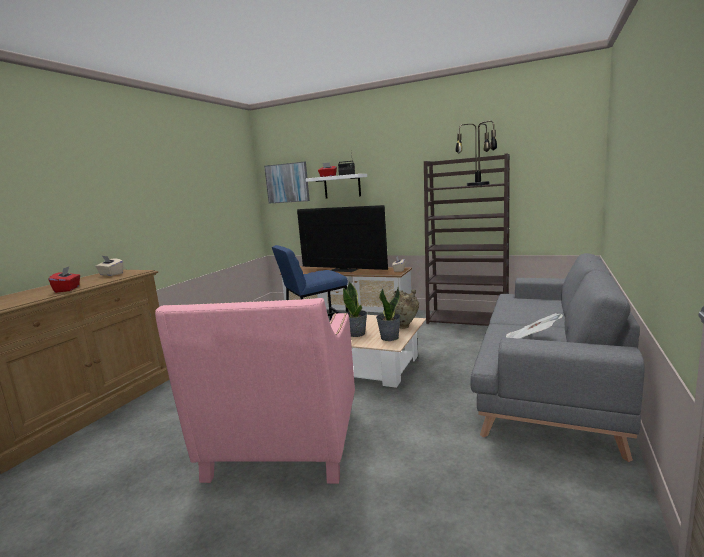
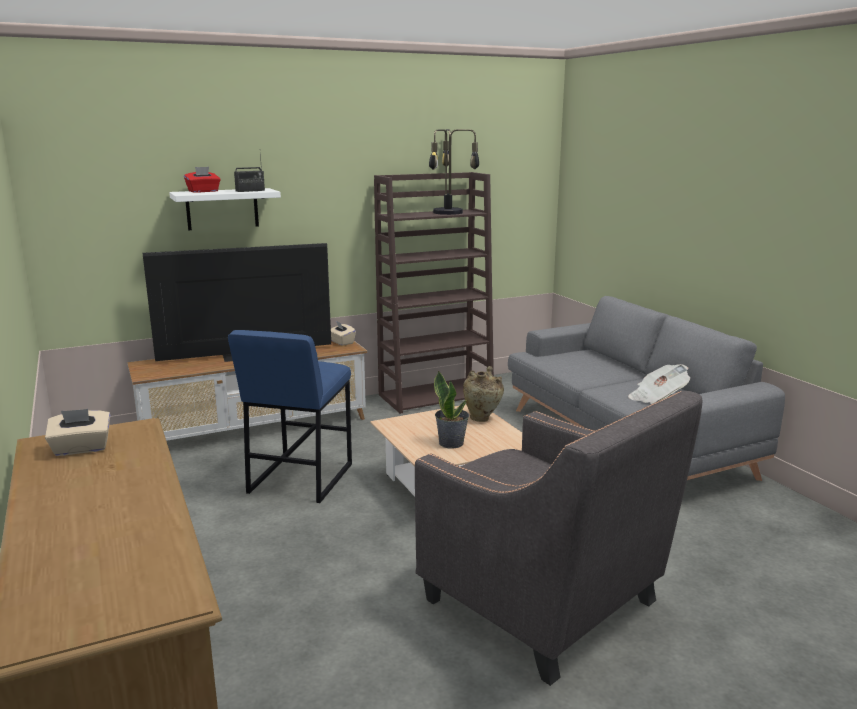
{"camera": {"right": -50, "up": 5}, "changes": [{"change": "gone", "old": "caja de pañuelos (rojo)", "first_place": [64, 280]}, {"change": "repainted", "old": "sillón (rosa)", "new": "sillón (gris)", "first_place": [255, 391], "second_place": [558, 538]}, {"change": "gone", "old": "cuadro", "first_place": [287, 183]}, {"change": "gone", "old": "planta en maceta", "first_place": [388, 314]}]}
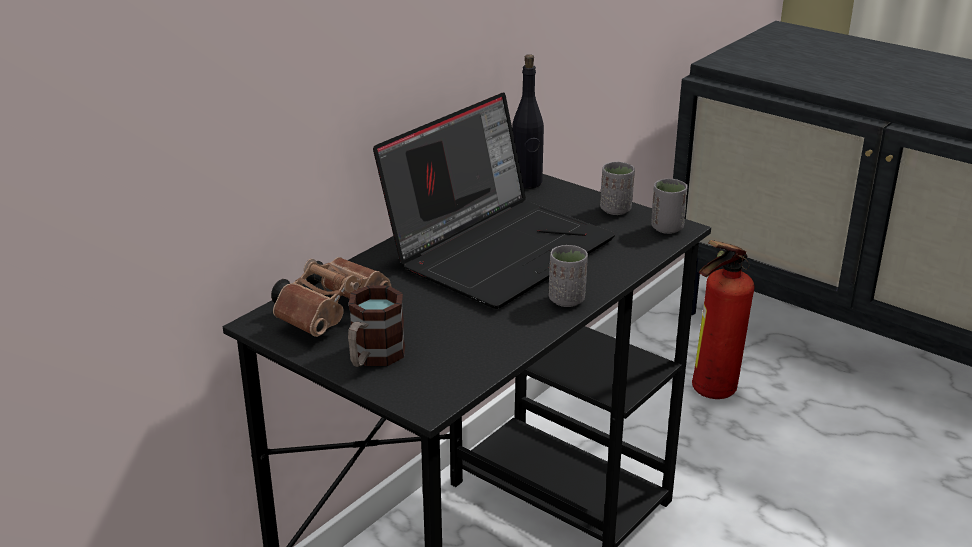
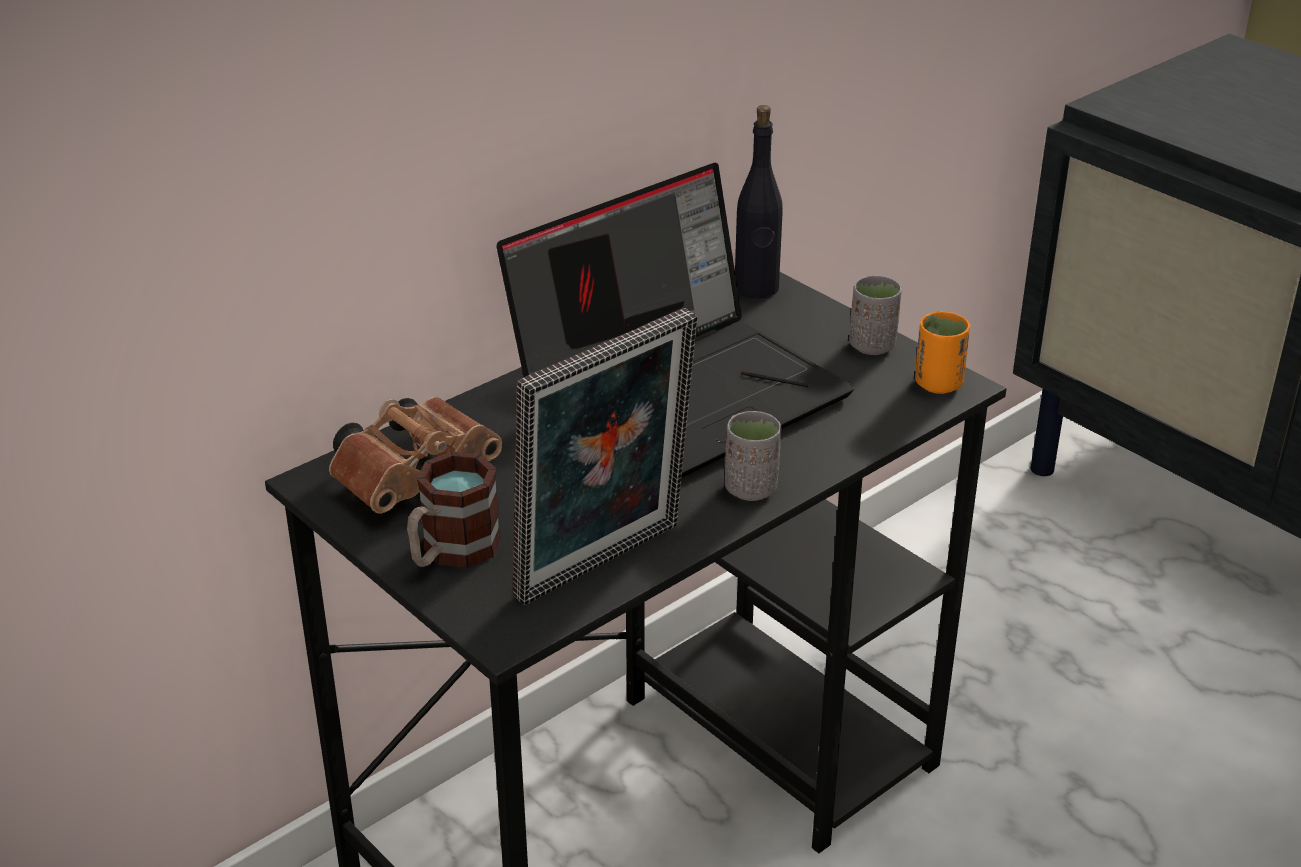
{"camera": {"right": 10, "up": 5}, "changes": [{"change": "repainted", "old": "taza (gris)", "new": "taza (naranja)", "first_place": [669, 206], "second_place": [943, 352]}, {"change": "gone", "old": "extintor", "first_place": [723, 319]}, {"change": "new", "new": "portarretratos", "second_place": [605, 456]}]}
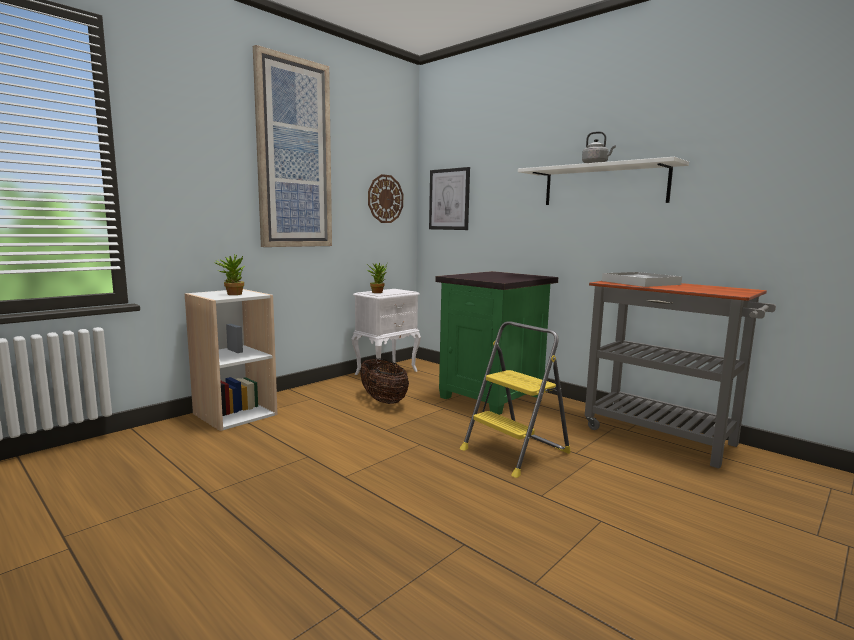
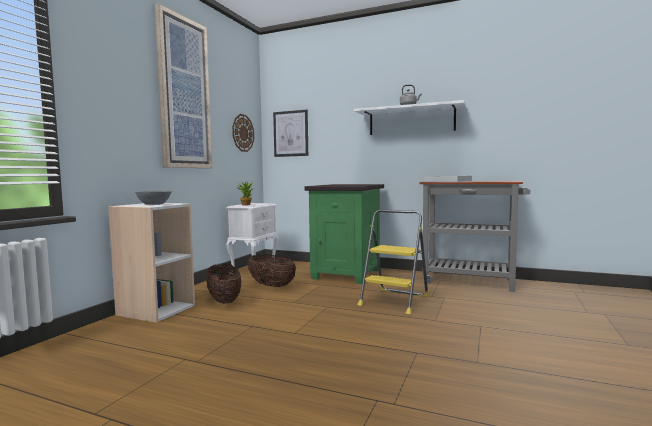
{"camera": {"right": -20, "up": -5}, "changes": [{"change": "swapped", "old": "planta en maceta", "new": "cuenco (gris)", "first_place": [229, 274], "second_place": [153, 198]}, {"change": "new", "new": "cesta", "second_place": [224, 283]}]}
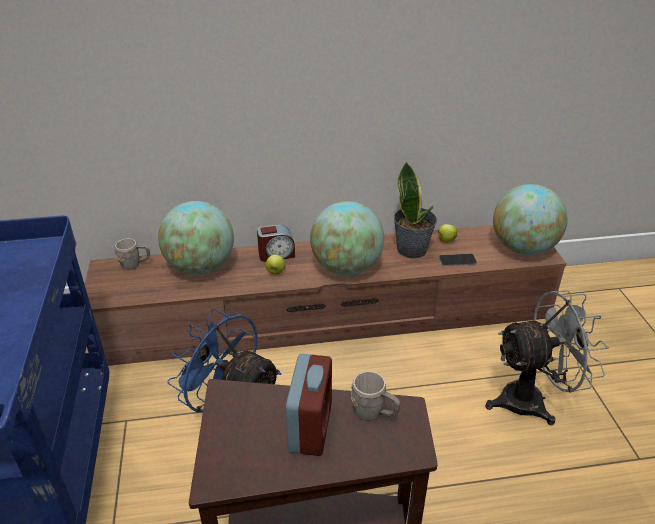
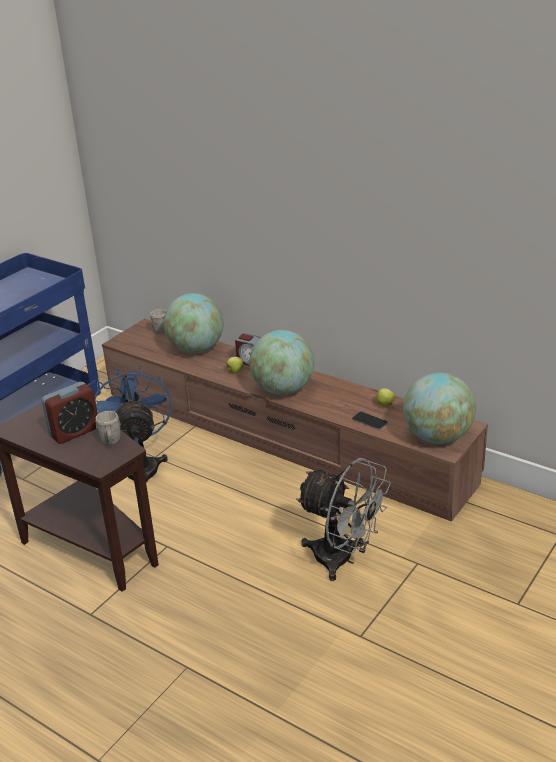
{"camera": {"right": 45, "up": -5}, "changes": [{"change": "gone", "old": "planta en maceta", "first_place": [415, 210]}]}
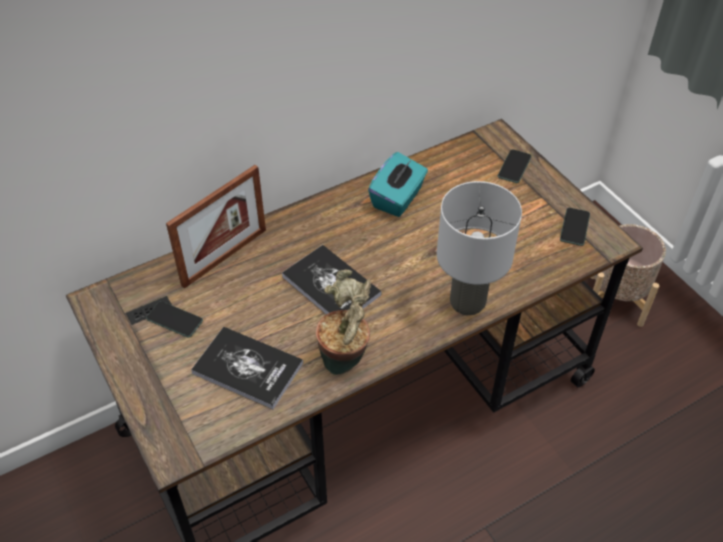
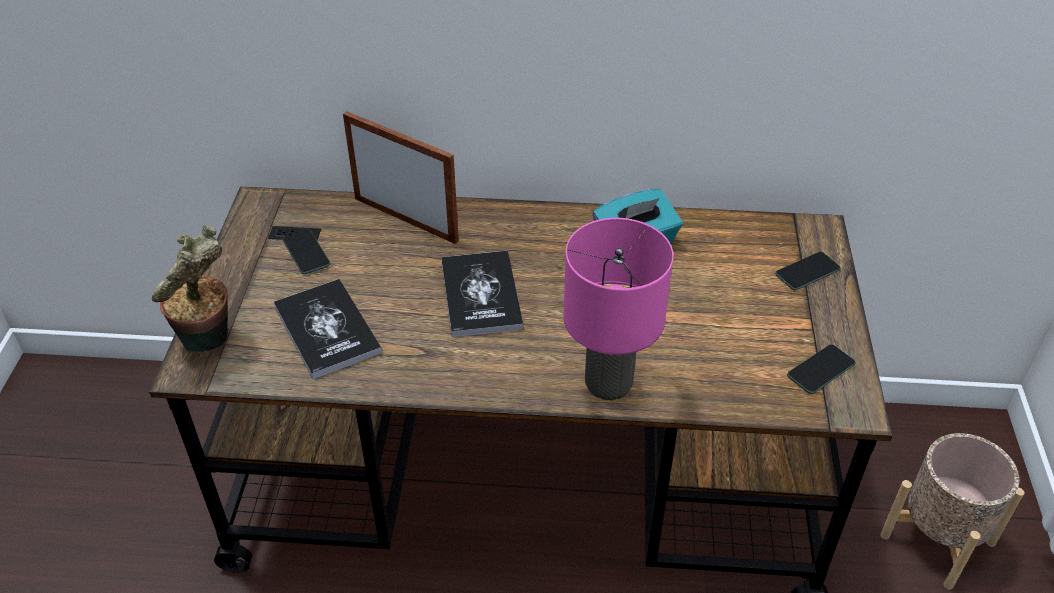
{"camera": {"right": 35, "up": -5}, "changes": [{"change": "rotated", "old": "portarretratos", "first_place": [216, 227], "second_place": [401, 177], "degrees": -135}, {"change": "shifted", "old": "planta en maceta", "first_place": [343, 322], "second_place": [190, 288]}, {"change": "repainted", "old": "lámpara de mesa (blanco)", "new": "lámpara de mesa (rosa)", "first_place": [479, 248], "second_place": [618, 309]}]}
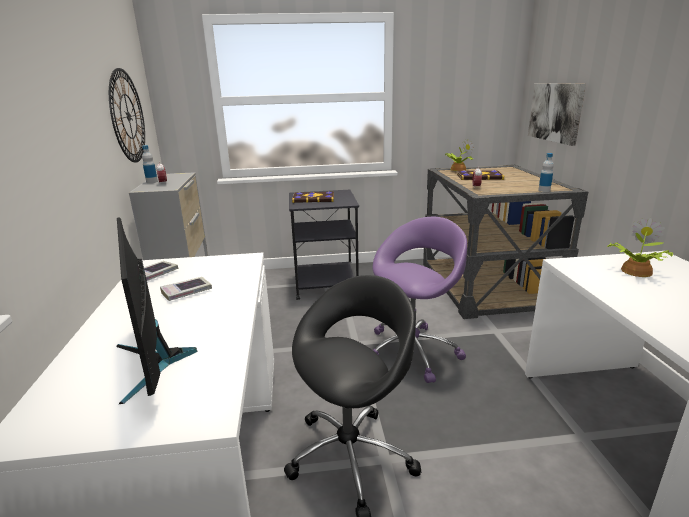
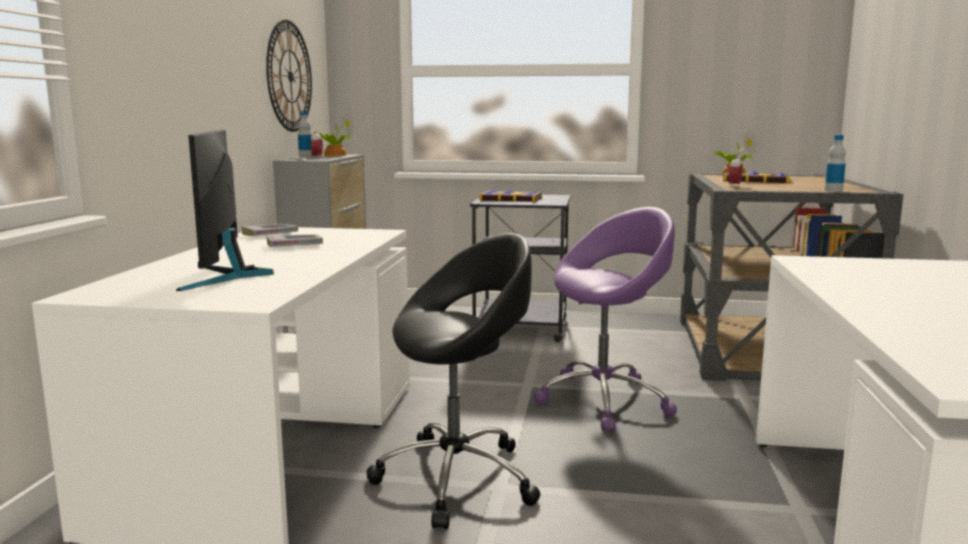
{"camera": {"right": 15, "up": -10}, "changes": [{"change": "gone", "old": "cuadro", "first_place": [557, 114]}, {"change": "shifted", "old": "planta en maceta", "first_place": [640, 247], "second_place": [333, 133]}]}
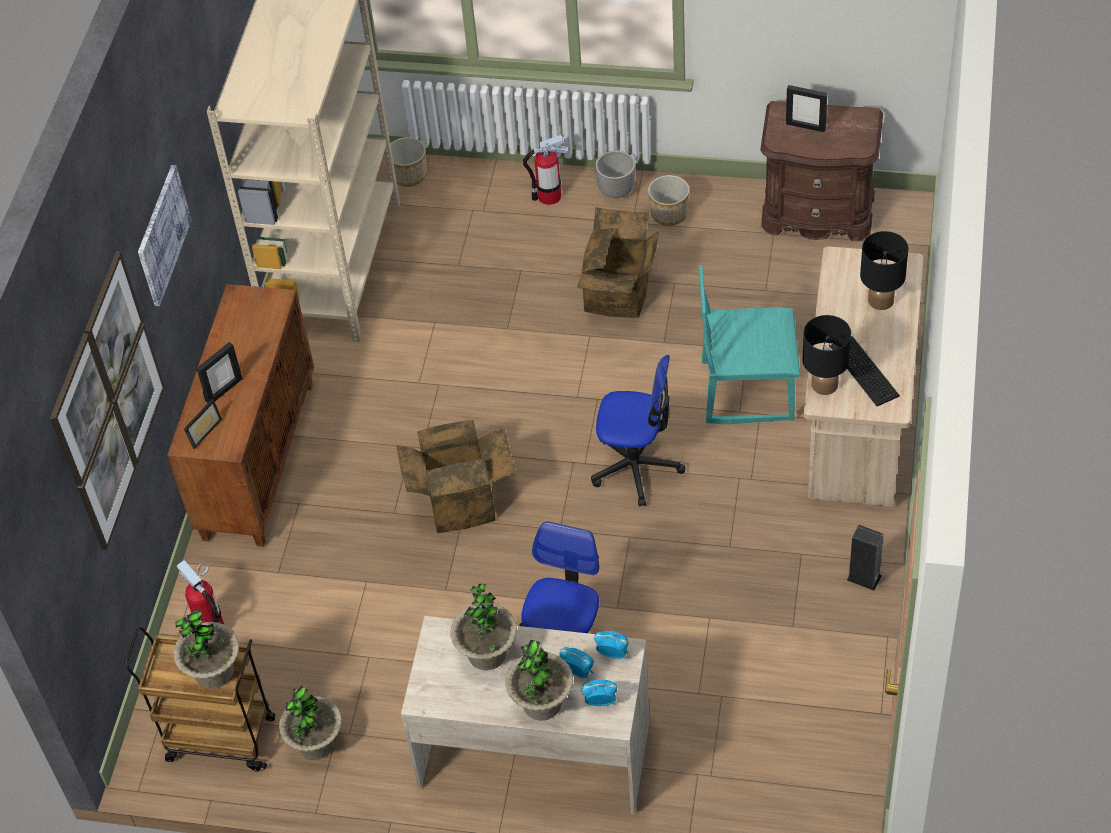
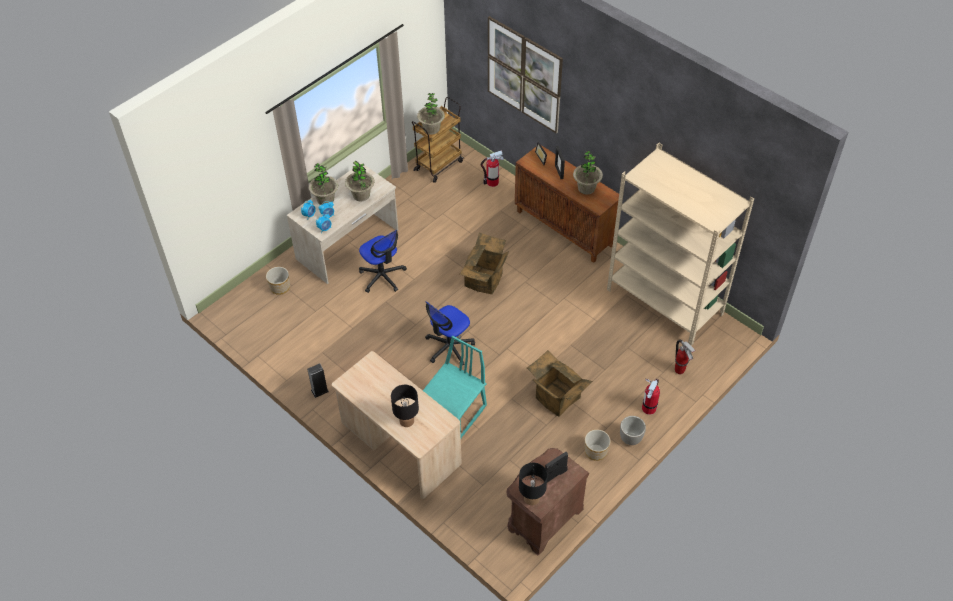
{"camera": {"right": 120, "up": 0}, "changes": [{"change": "gone", "old": "cuadro", "first_place": [165, 235]}, {"change": "shifted", "old": "planta en maceta", "first_place": [310, 722], "second_place": [588, 173]}, {"change": "shifted", "old": "maceta", "first_place": [407, 162], "second_place": [278, 281]}, {"change": "shifted", "old": "lámpara de mesa (negro)", "first_place": [826, 355], "second_place": [533, 484]}, {"change": "gone", "old": "teclado", "first_place": [865, 371]}, {"change": "new", "new": "extintor", "second_place": [685, 357]}]}
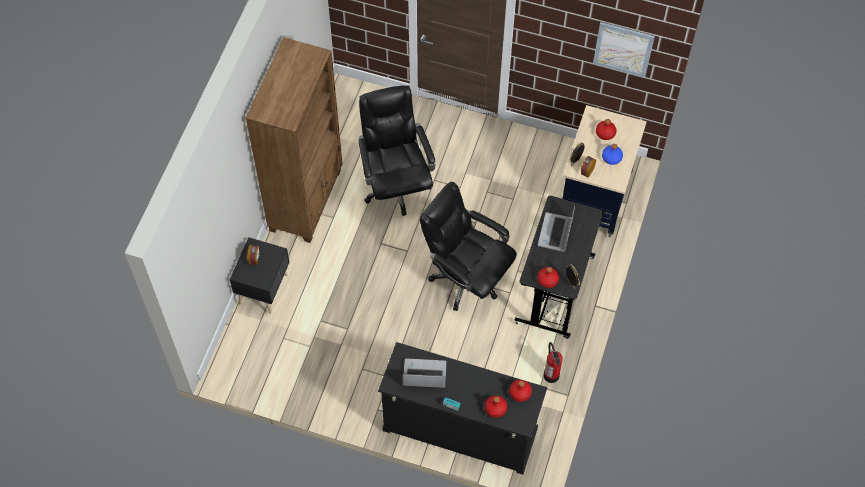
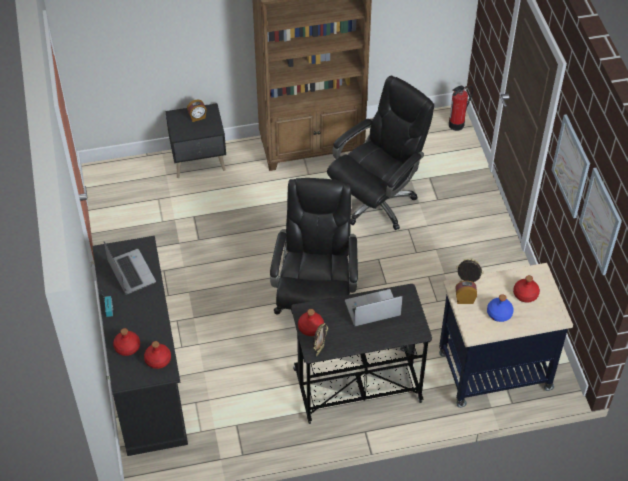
{"camera": {"right": 60, "up": -10}, "changes": [{"change": "shifted", "old": "extintor", "first_place": [553, 362], "second_place": [461, 108]}, {"change": "new", "new": "cuadro", "second_place": [571, 166]}]}
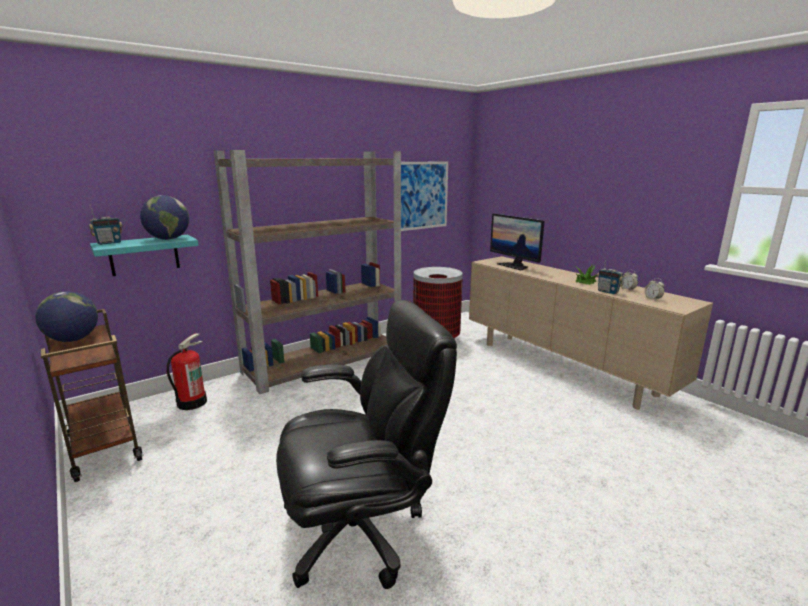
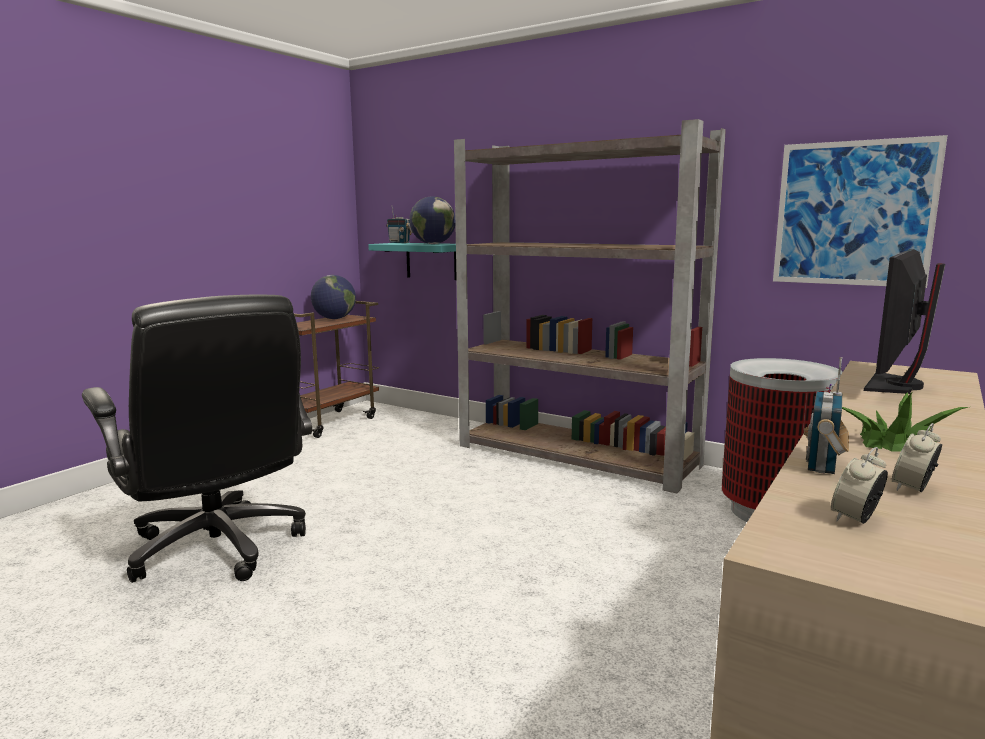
{"camera": {"right": 70, "up": -5}, "changes": [{"change": "gone", "old": "extintor", "first_place": [186, 371]}]}
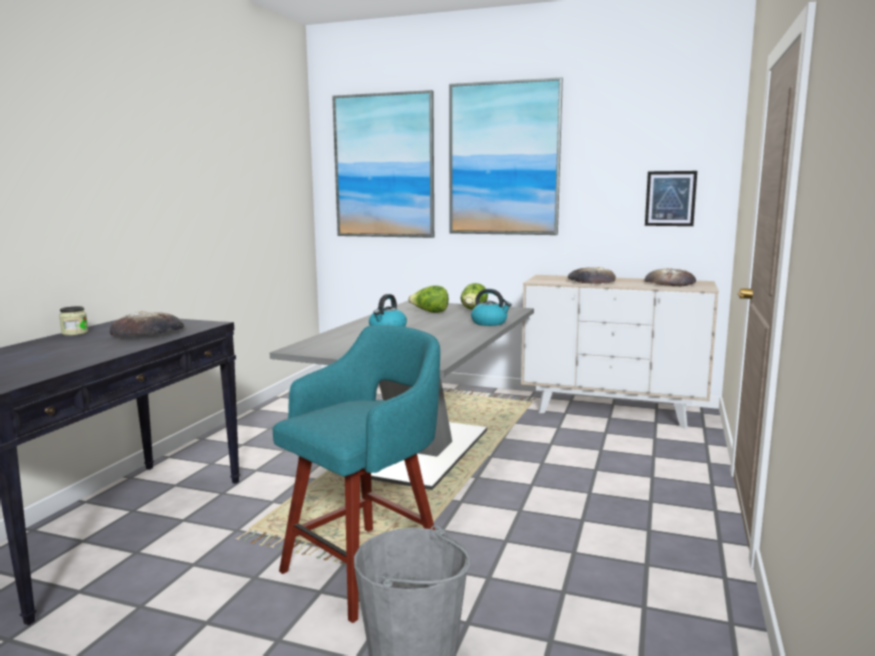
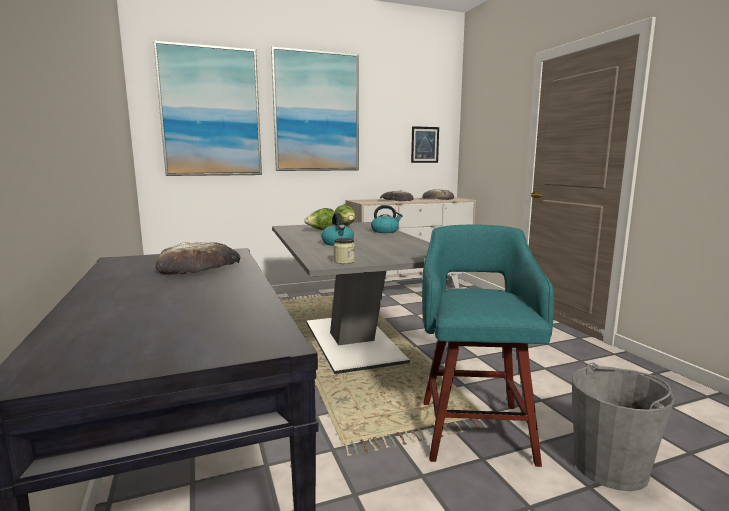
{"camera": {"right": -40, "up": 0}, "changes": [{"change": "shifted", "old": "tarro", "first_place": [73, 321], "second_place": [344, 251]}]}
